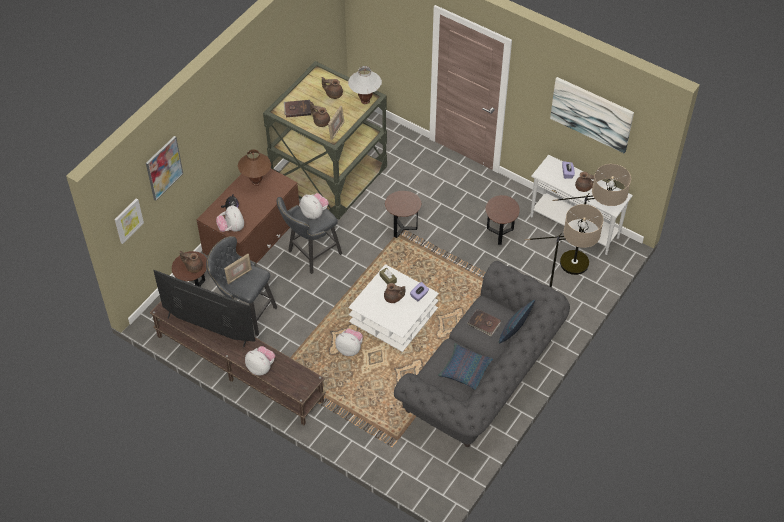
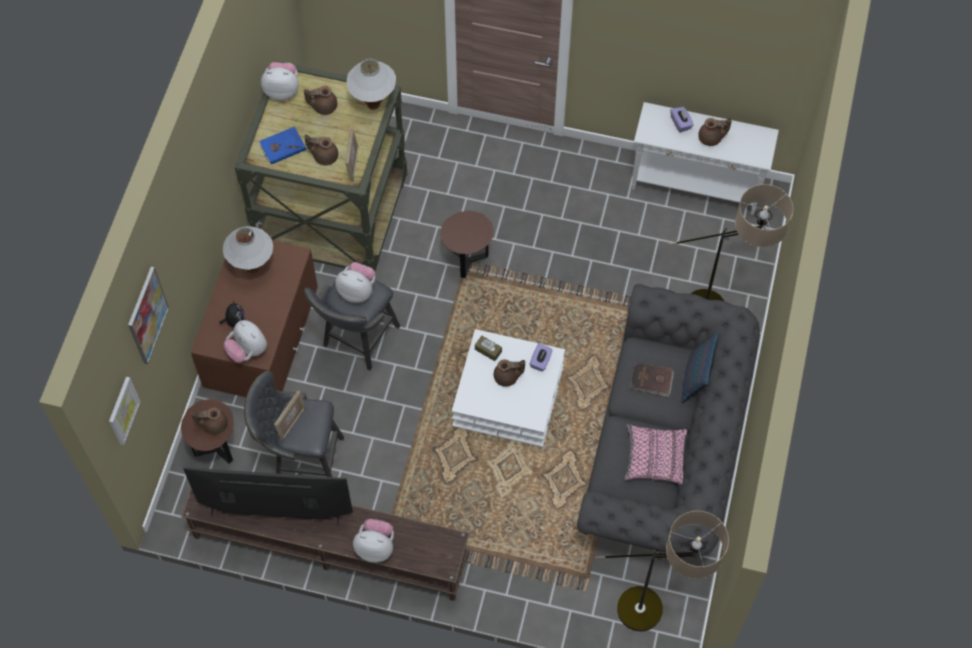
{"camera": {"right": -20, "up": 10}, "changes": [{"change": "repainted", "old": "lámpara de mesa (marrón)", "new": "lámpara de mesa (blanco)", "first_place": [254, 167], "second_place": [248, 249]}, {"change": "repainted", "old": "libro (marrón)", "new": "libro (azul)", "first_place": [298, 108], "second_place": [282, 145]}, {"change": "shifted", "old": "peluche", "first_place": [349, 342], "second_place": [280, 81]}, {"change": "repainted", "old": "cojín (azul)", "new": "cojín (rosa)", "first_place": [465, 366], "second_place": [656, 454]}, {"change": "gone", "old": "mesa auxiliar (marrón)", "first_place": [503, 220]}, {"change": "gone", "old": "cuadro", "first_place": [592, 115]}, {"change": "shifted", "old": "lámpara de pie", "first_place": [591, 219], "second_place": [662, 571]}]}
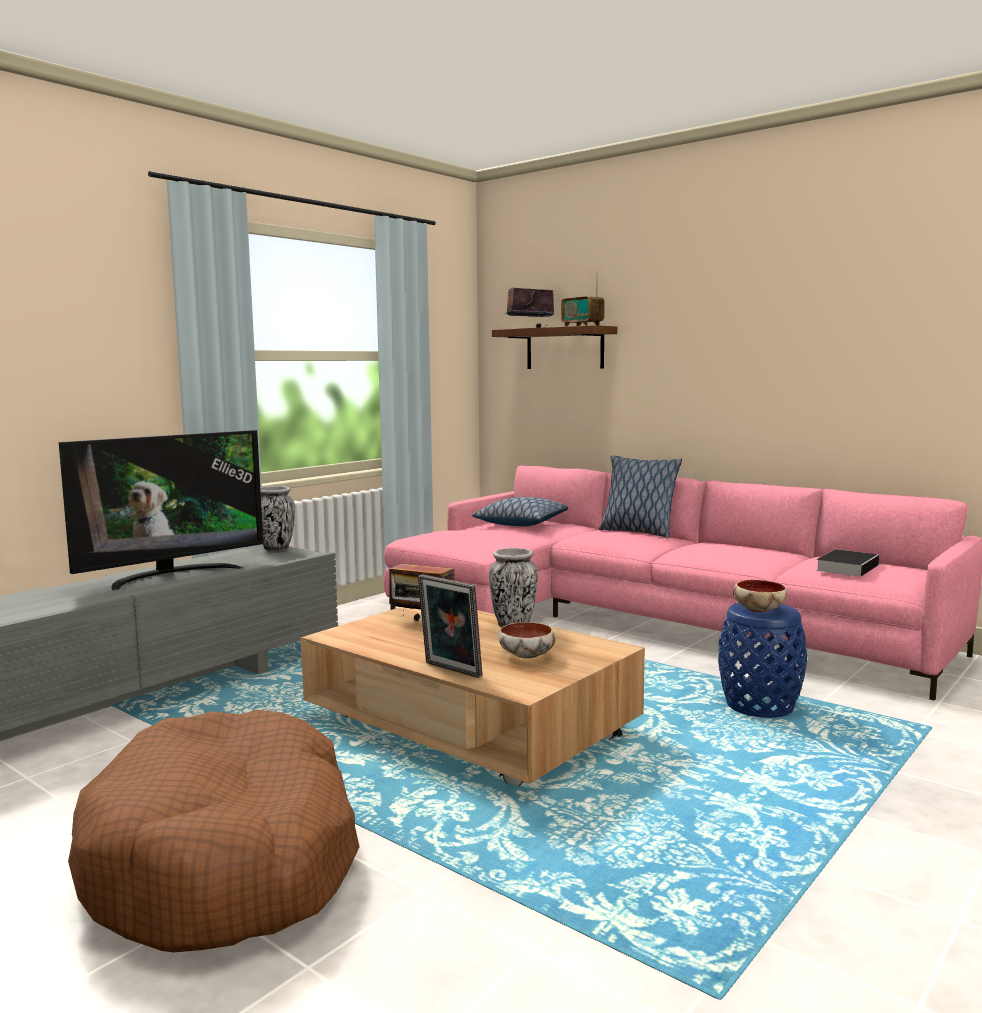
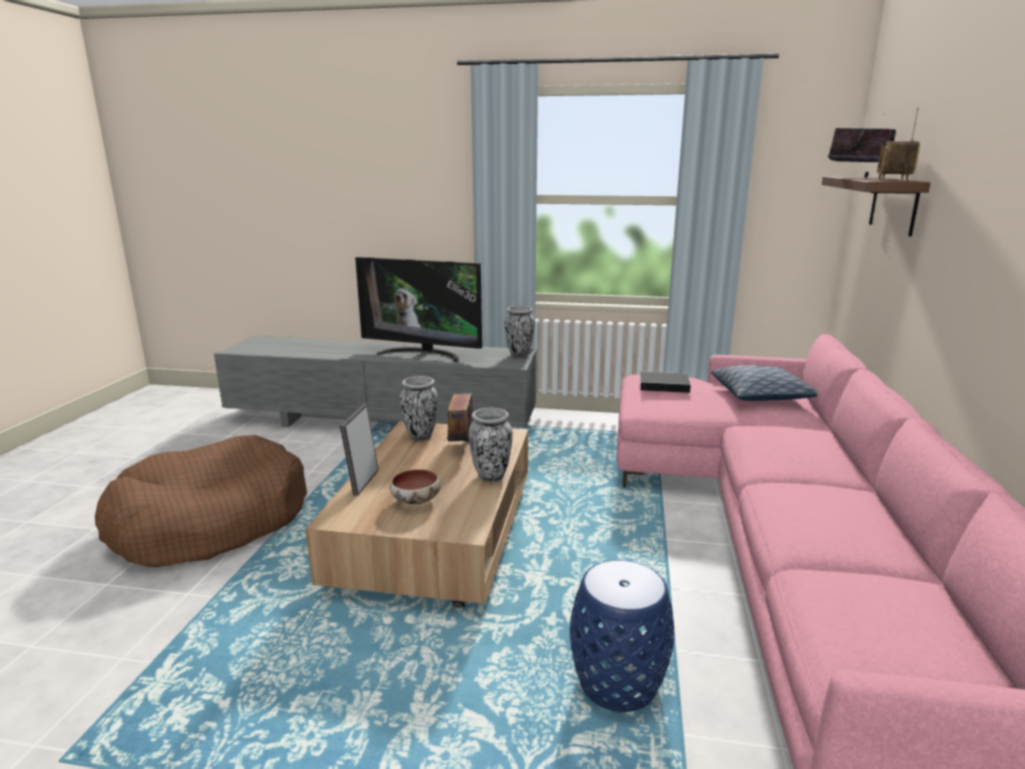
{"camera": {"right": 60, "up": 10}, "changes": [{"change": "gone", "old": "cojín", "first_place": [640, 496]}, {"change": "gone", "old": "cuenco", "first_place": [760, 596]}, {"change": "shifted", "old": "libro", "first_place": [847, 563], "second_place": [668, 382]}, {"change": "new", "new": "florero", "second_place": [419, 408]}]}
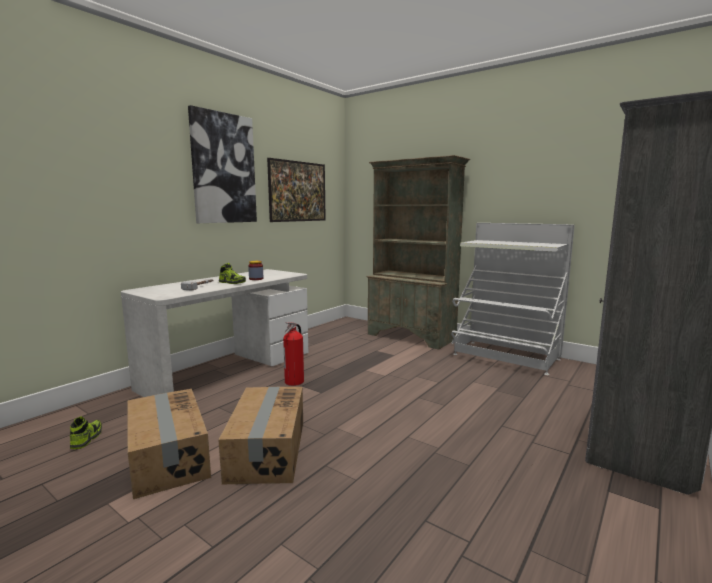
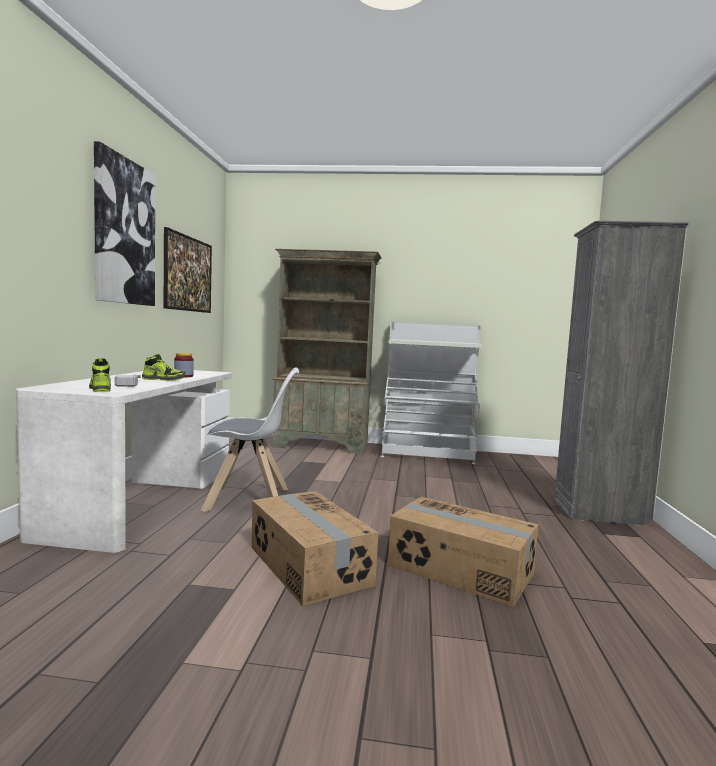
{"camera": {"right": -30, "up": -5}, "changes": [{"change": "shifted", "old": "zapato", "first_place": [86, 433], "second_place": [100, 375]}, {"change": "shifted", "old": "caja de cartón", "first_place": [169, 444], "second_place": [463, 552]}, {"change": "swapped", "old": "extintor", "new": "silla", "first_place": [293, 354], "second_place": [250, 439]}]}
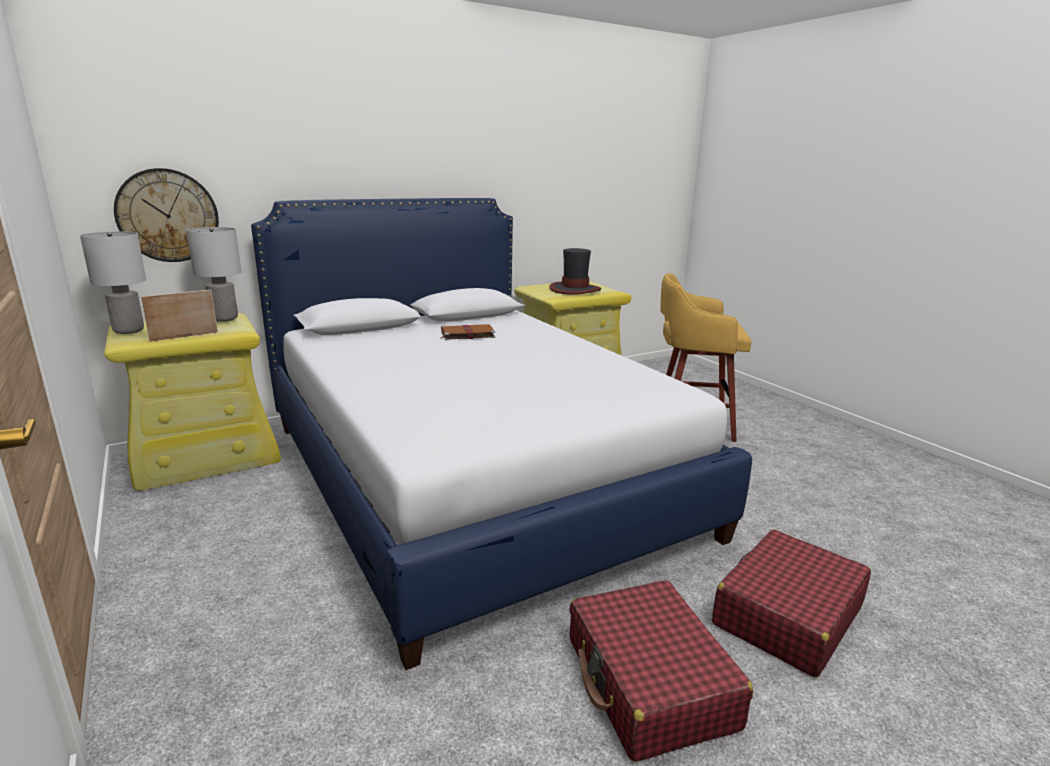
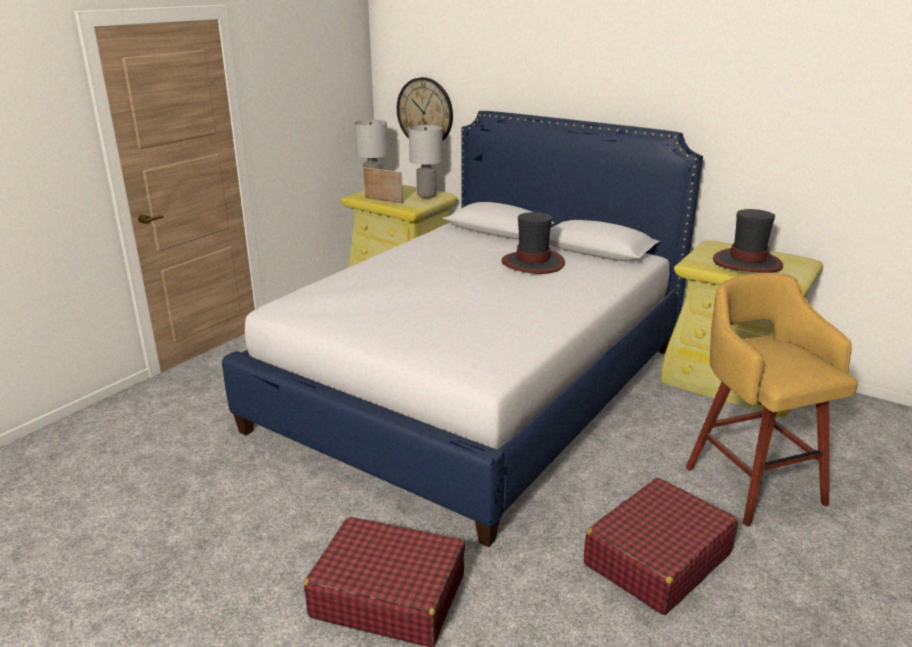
{"camera": {"right": 65, "up": 5}, "changes": [{"change": "swapped", "old": "libro (marrón)", "new": "sombrero", "first_place": [467, 332], "second_place": [533, 243]}, {"change": "shifted", "old": "maleta (rojo)", "first_place": [661, 671], "second_place": [661, 546]}]}
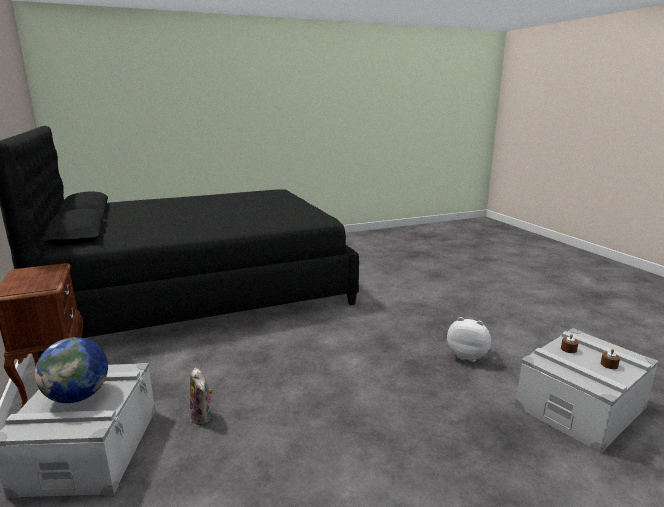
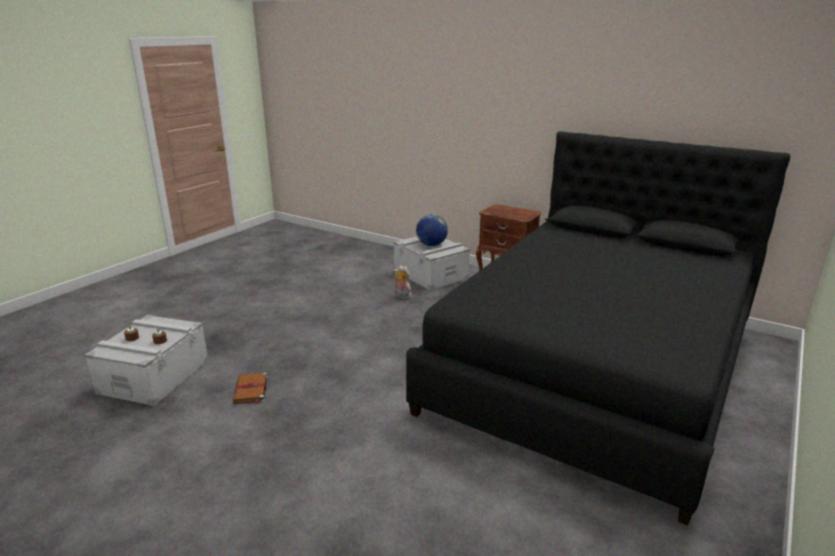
{"camera": {"right": 145, "up": 5}, "changes": [{"change": "swapped", "old": "peluche", "new": "libro (marrón)", "first_place": [469, 339], "second_place": [250, 388]}]}
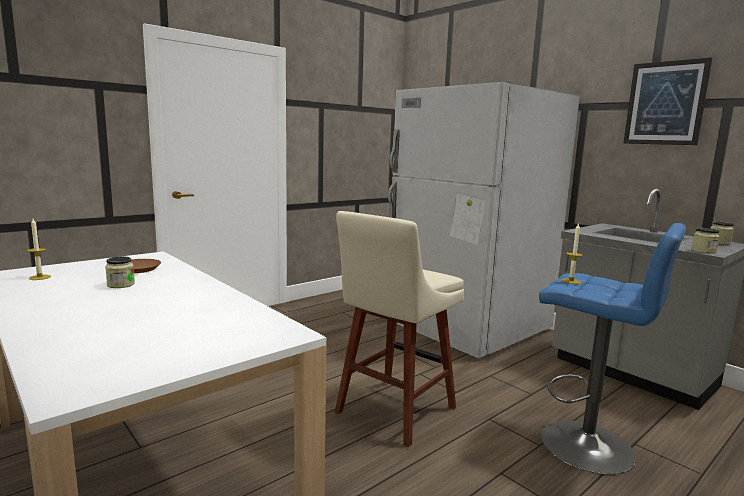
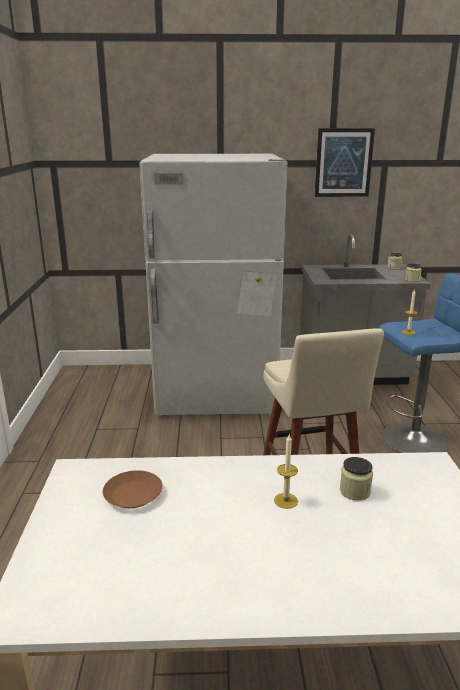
{"camera": {"right": -50, "up": 10}, "changes": [{"change": "shifted", "old": "vela", "first_place": [39, 249], "second_place": [286, 472]}, {"change": "shifted", "old": "tarro", "first_place": [120, 272], "second_place": [356, 479]}]}
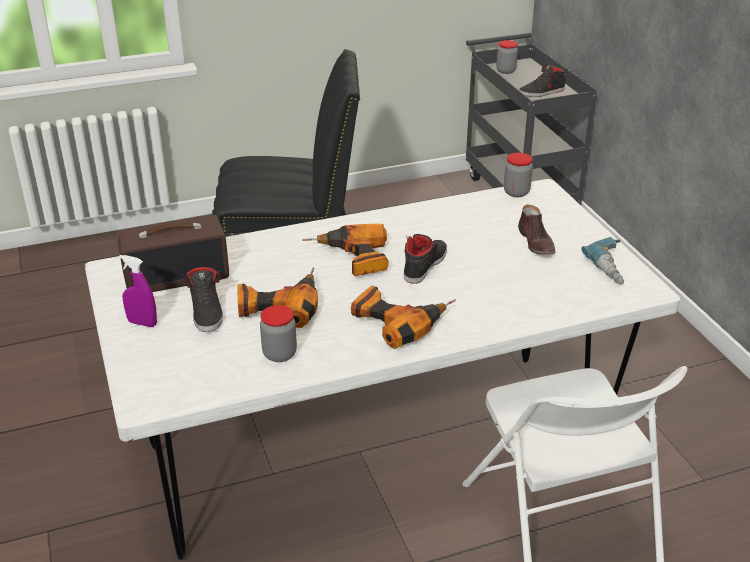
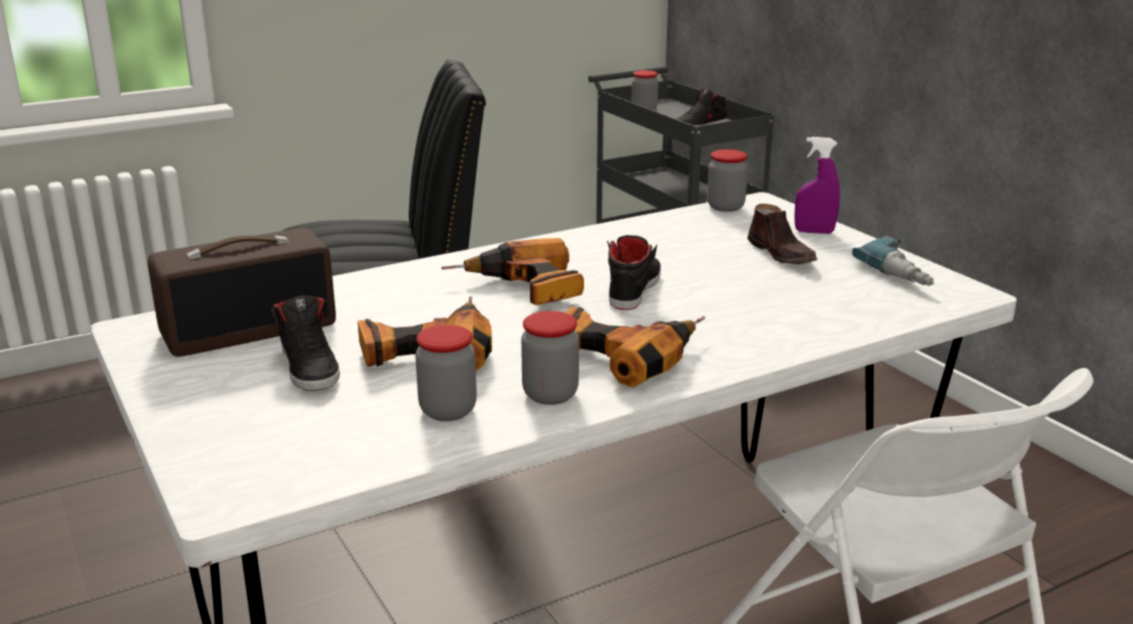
{"camera": {"right": -10, "up": -10}, "changes": [{"change": "shifted", "old": "pulverizador (morado)", "first_place": [138, 291], "second_place": [817, 185]}, {"change": "new", "new": "tarro", "second_place": [550, 358]}]}
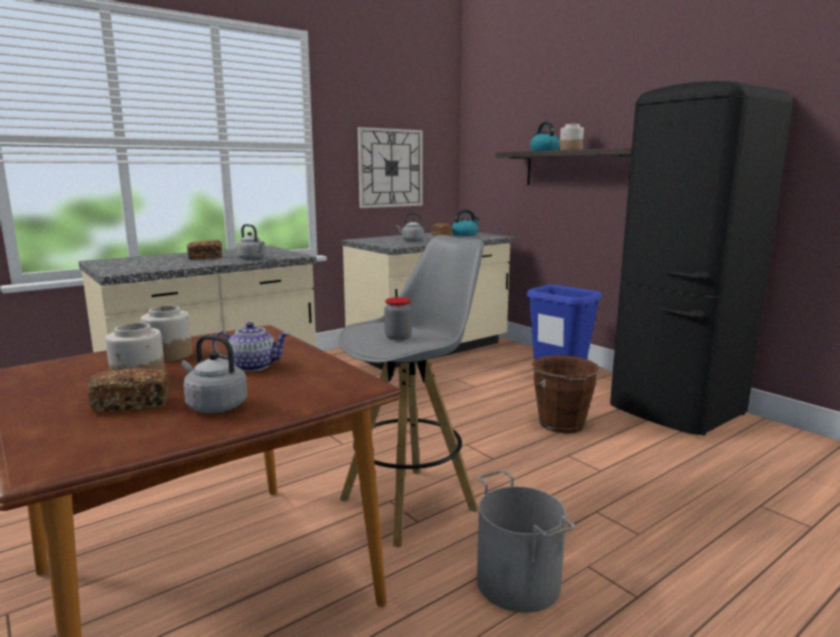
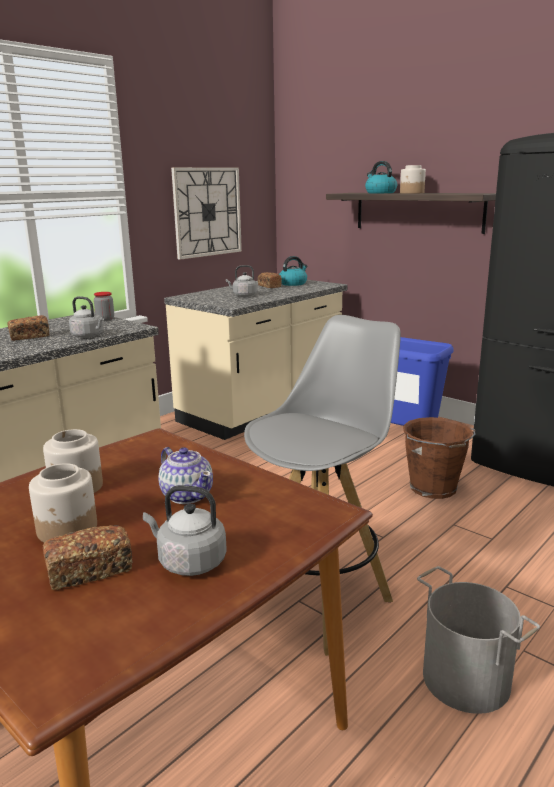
{"camera": {"right": -10, "up": 5}, "changes": [{"change": "rotated", "old": "tetera", "first_place": [251, 347], "second_place": [186, 475], "degrees": 60}, {"change": "shifted", "old": "tarro", "first_place": [398, 318], "second_place": [104, 306]}]}
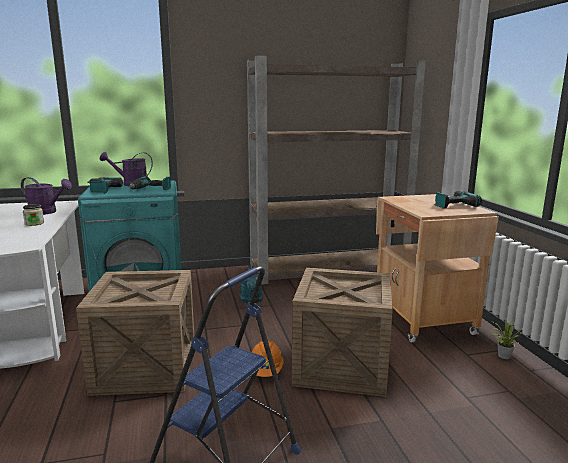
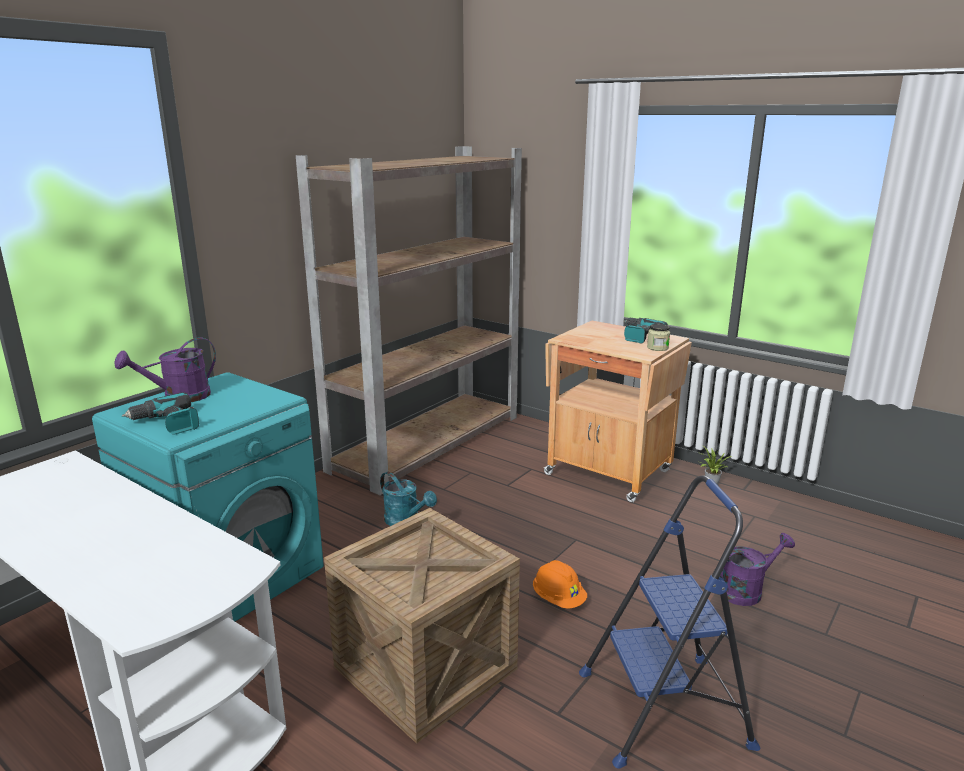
{"camera": {"right": -40, "up": 5}, "changes": [{"change": "shifted", "old": "regadera (morado)", "first_place": [46, 196], "second_place": [757, 569]}, {"change": "shifted", "old": "tarro", "first_place": [33, 215], "second_place": [658, 337]}, {"change": "gone", "old": "taladro", "first_place": [150, 183]}, {"change": "gone", "old": "caja de embalaje", "first_place": [342, 332]}]}
